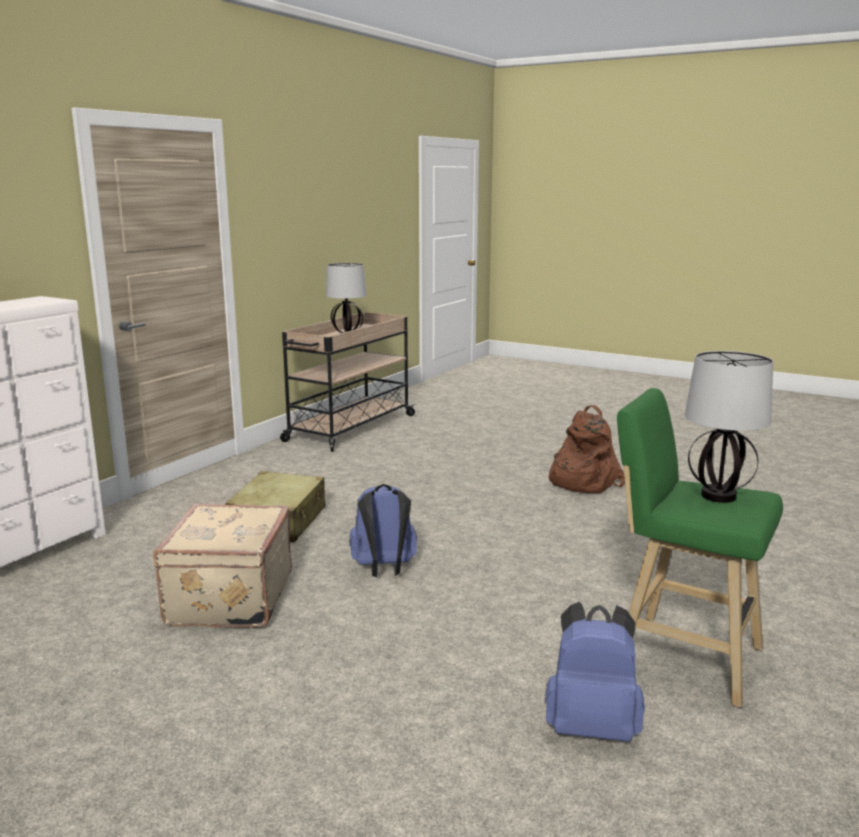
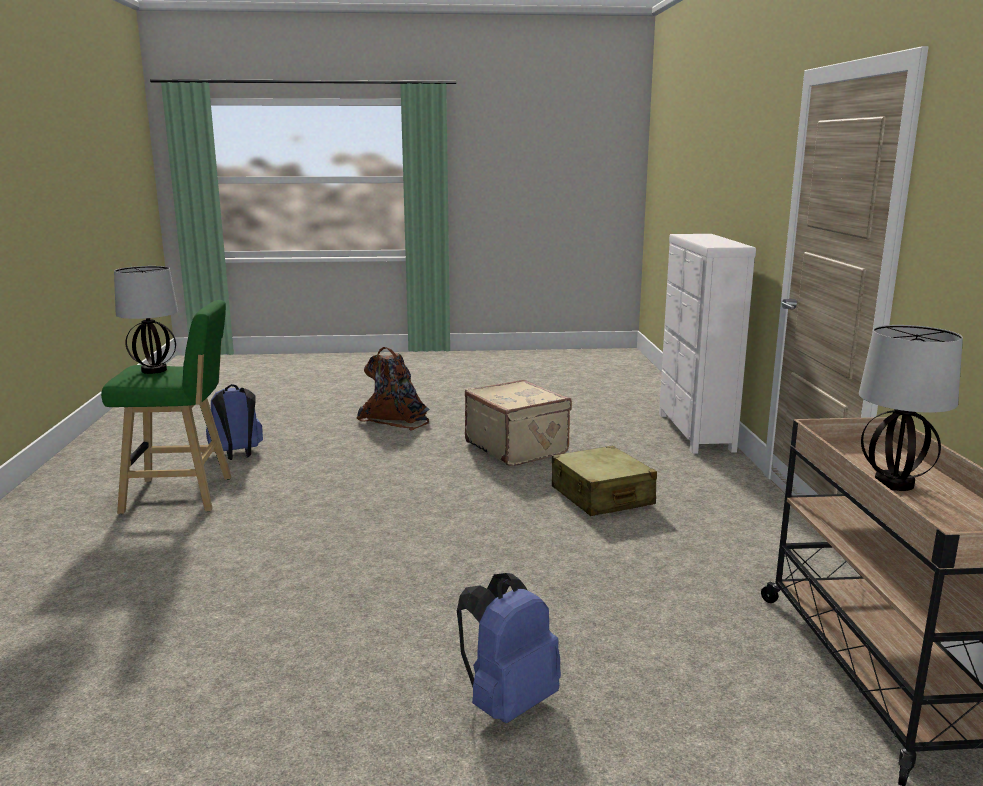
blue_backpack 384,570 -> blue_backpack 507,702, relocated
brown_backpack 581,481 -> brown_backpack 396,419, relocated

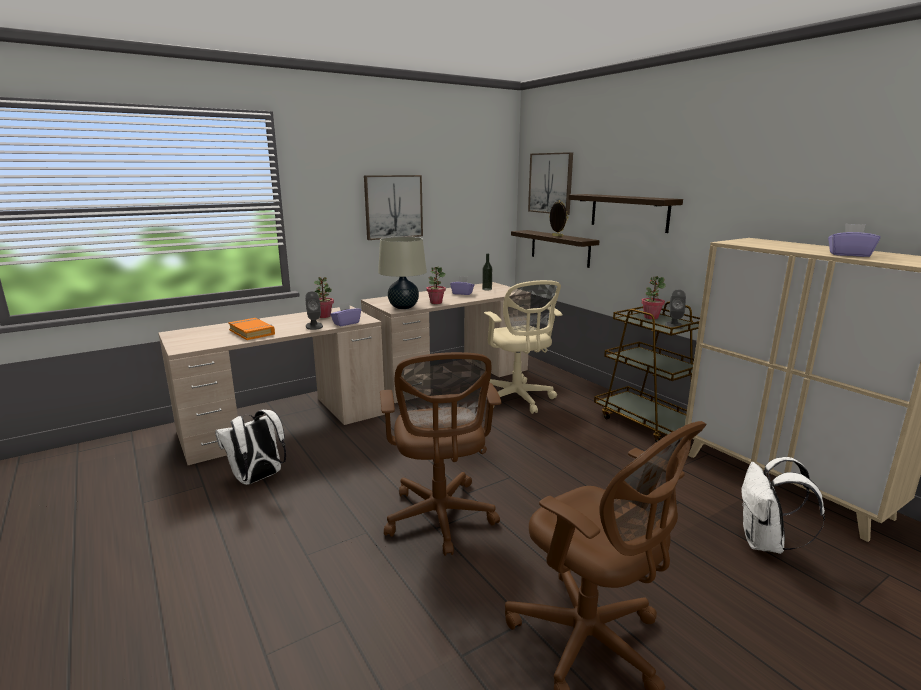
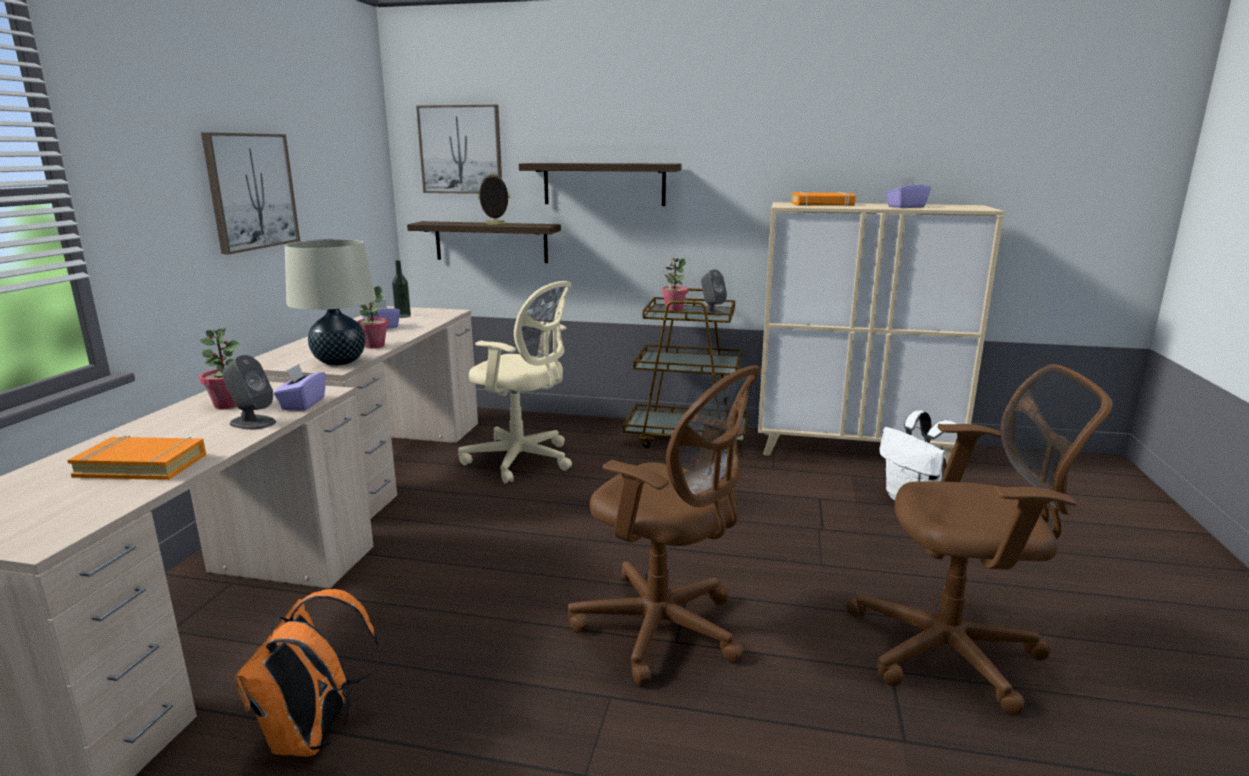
none -> orangey_bound_book 822,204
whitish_backpack 258,479 -> orangey_backpack 314,736

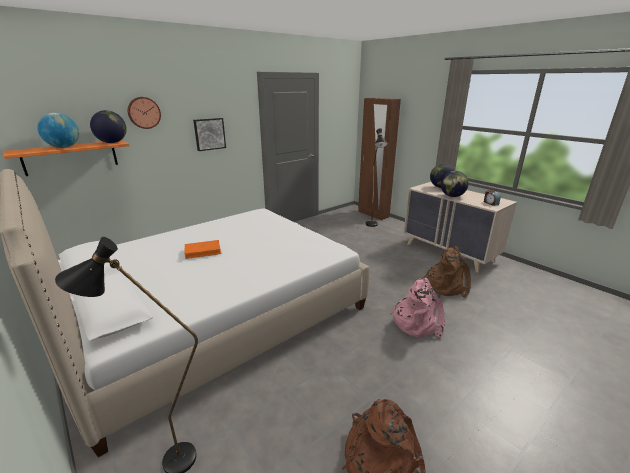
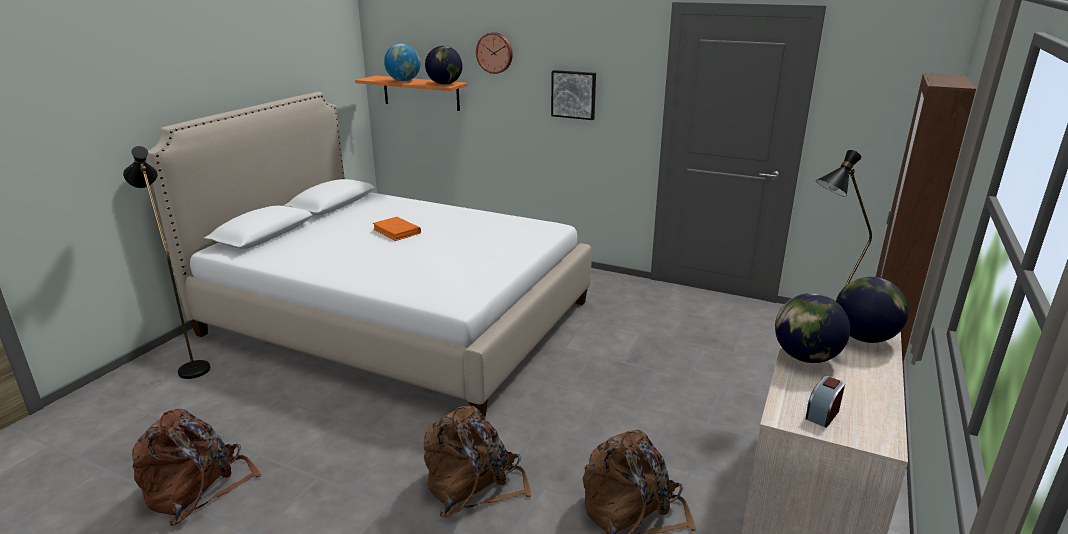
pinkish_backpack 416,322 -> brown_backpack 474,485

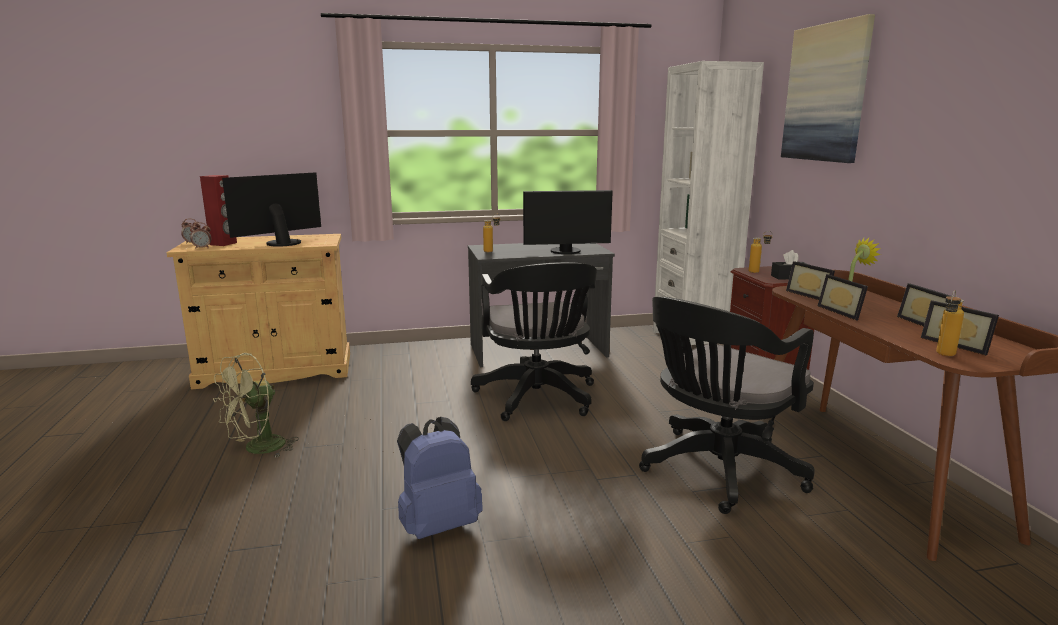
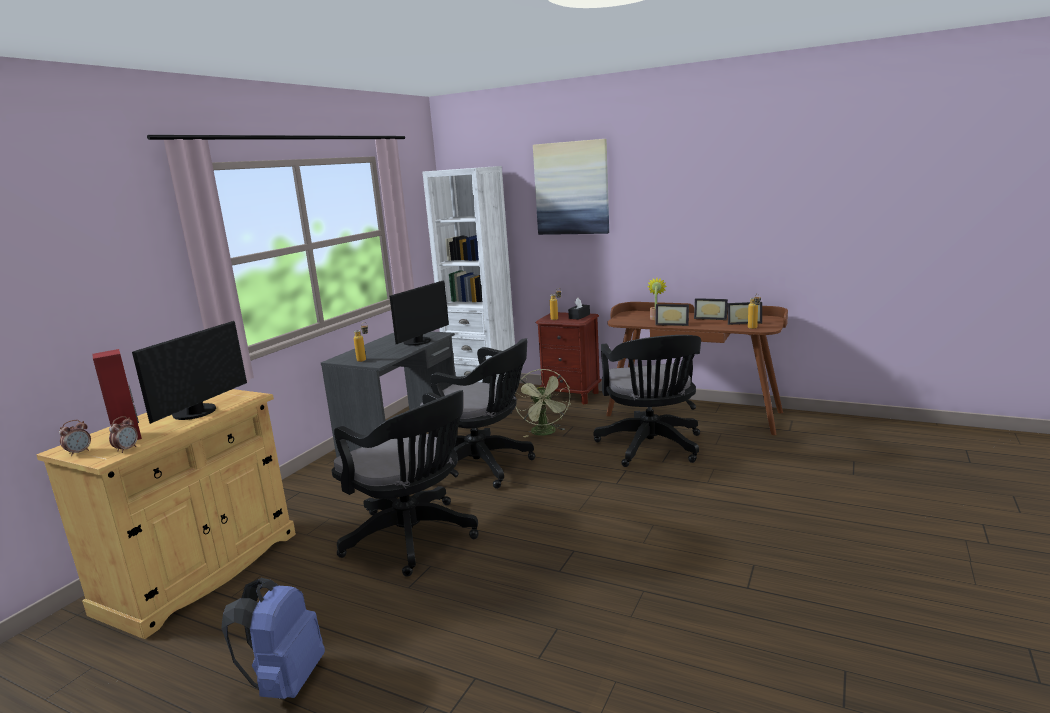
picture_frame 811,295 -> none
none -> black-coloured_office_chair 414,539
green-coloured_cooling_fan 257,449 -> green-coloured_cooling_fan 545,433, relocated
blue_backpack 438,525 -> blue_backpack 285,681, relocated
computer_screen 282,243 -> computer_screen 198,412, 150 degrees counterclockwise

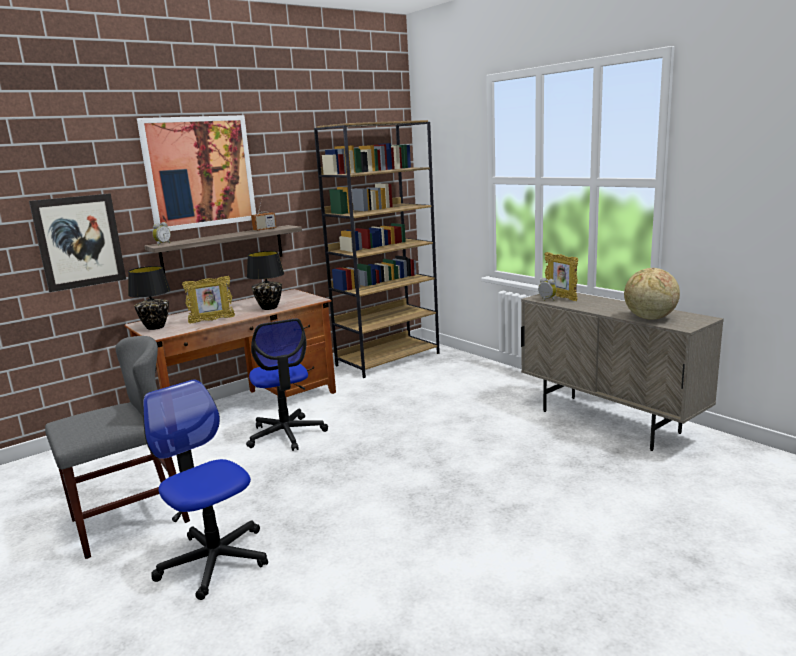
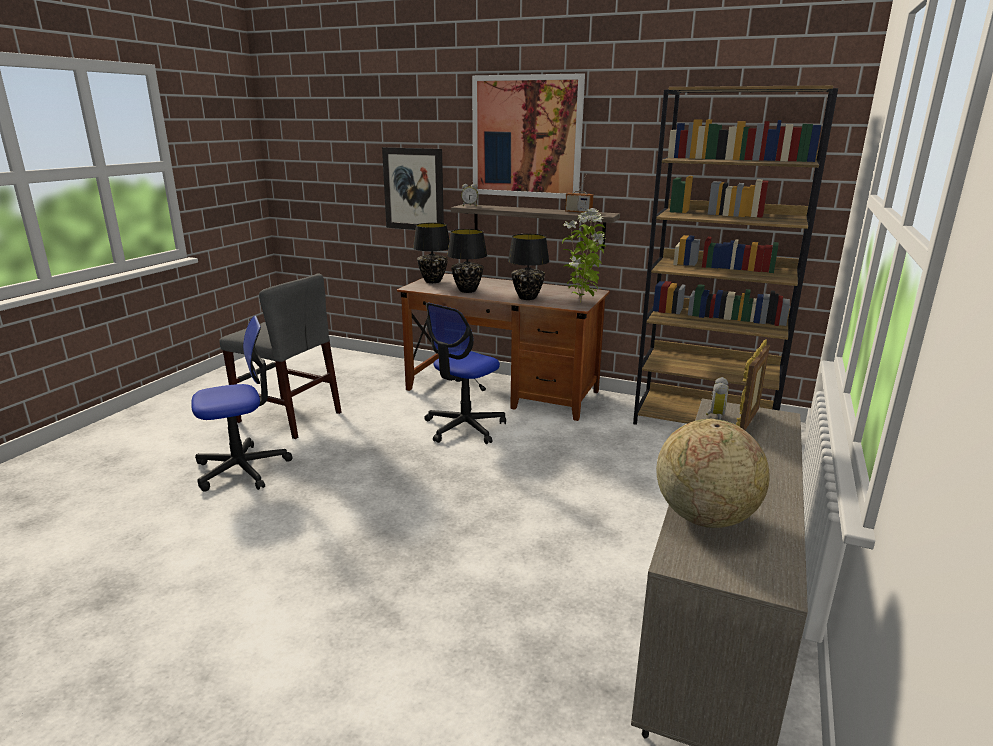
none -> houseplant 581,302
picture_frame 212,320 -> black-coloured_table_lamp 468,290
office_chair 214,560 -> office_chair 242,469, 45 degrees clockwise

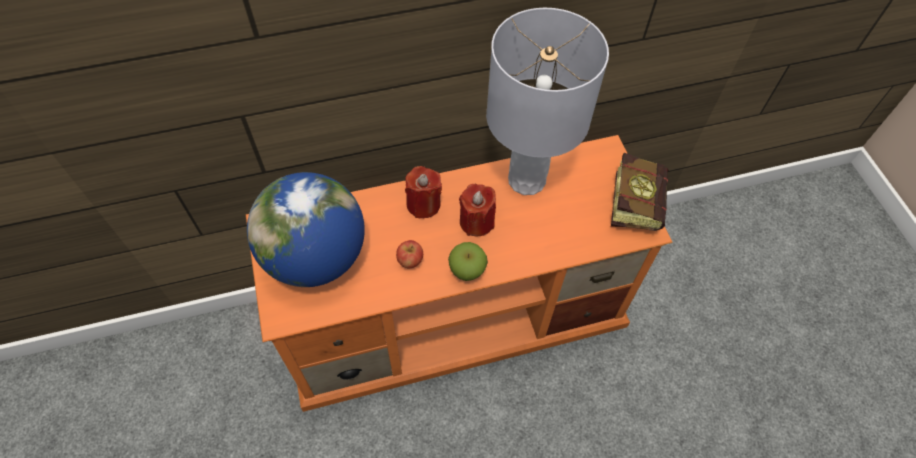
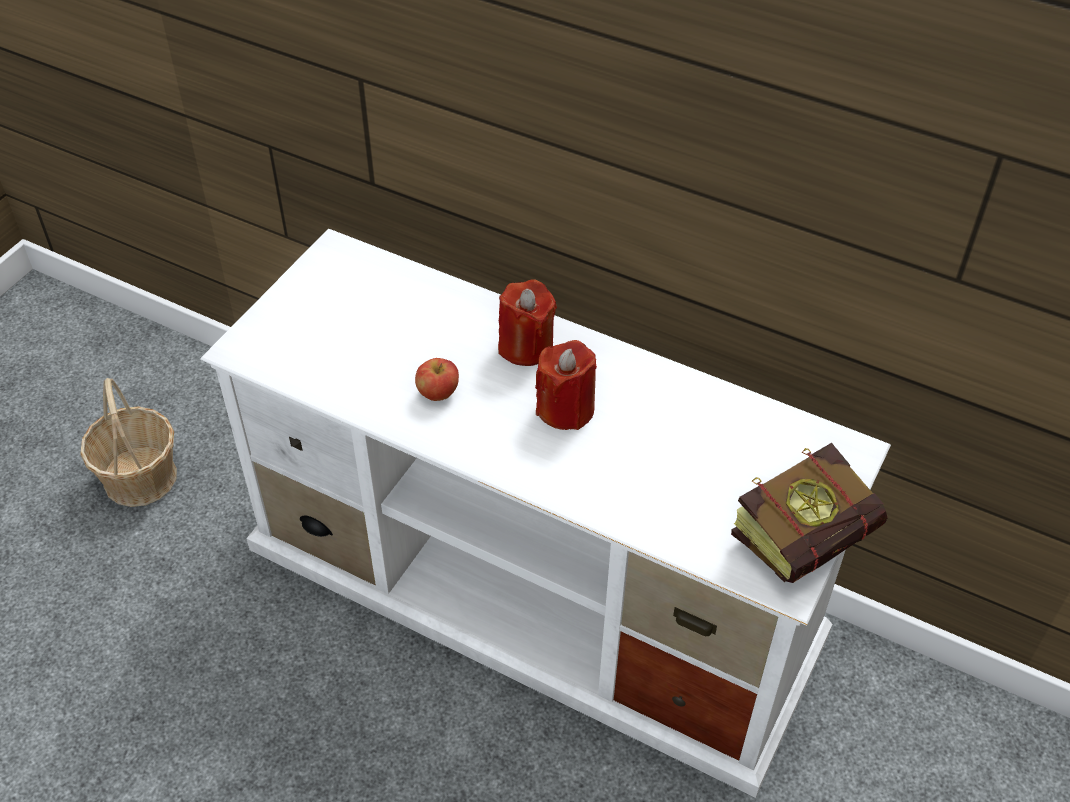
desk_globe 316,257 -> none
whole_apple 467,271 -> none
grey_table_lamp 526,179 -> none
none -> household_basket 140,477
orangey_media_console 457,314 -> whitish_media_console 537,590

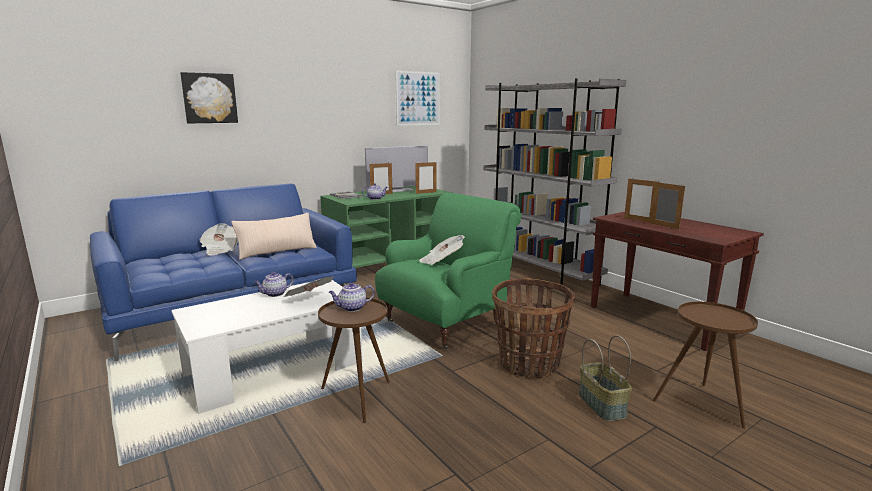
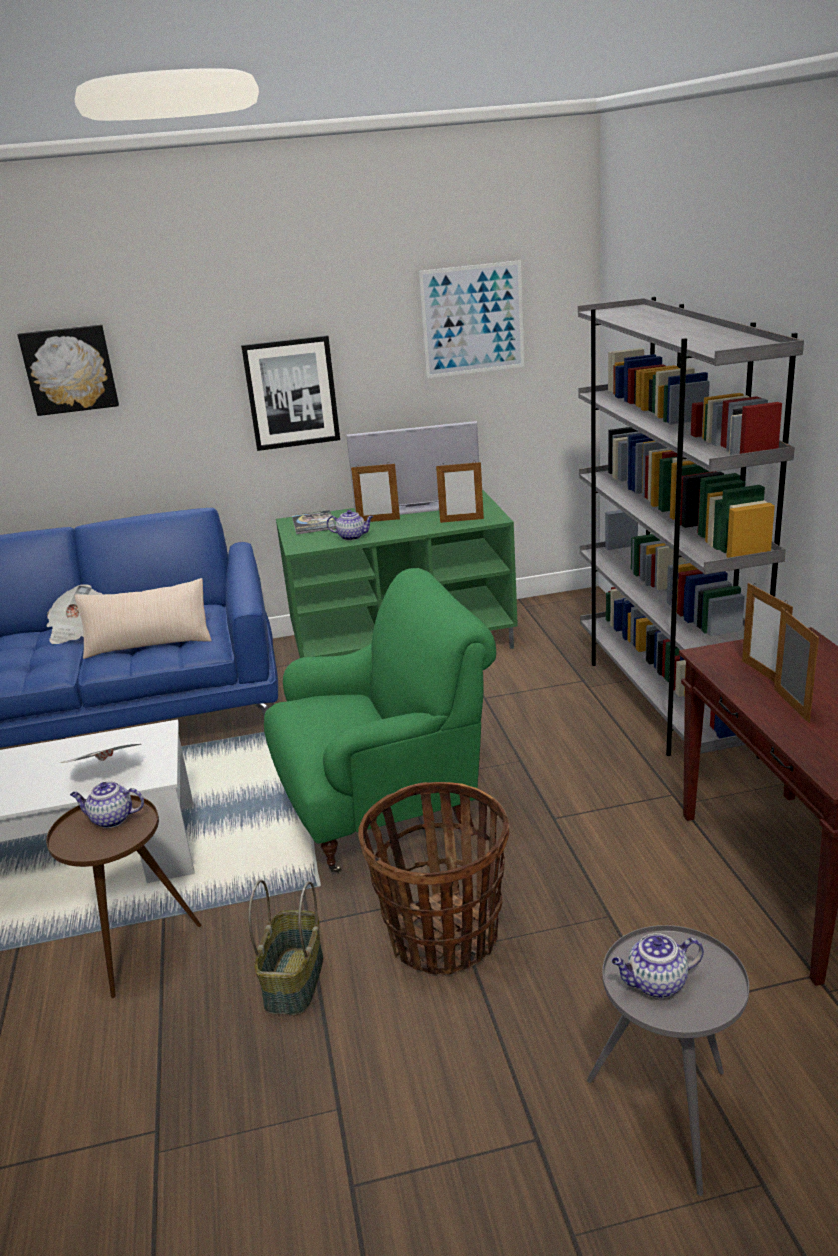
newspaper 441,261 -> none
none -> wall_art 291,393
tea_pot 274,294 -> tea_pot 656,984, relocated
household_basket 603,405 -> household_basket 295,982, relocated
brown_side_table 701,406 -> grey_side_table 667,1119

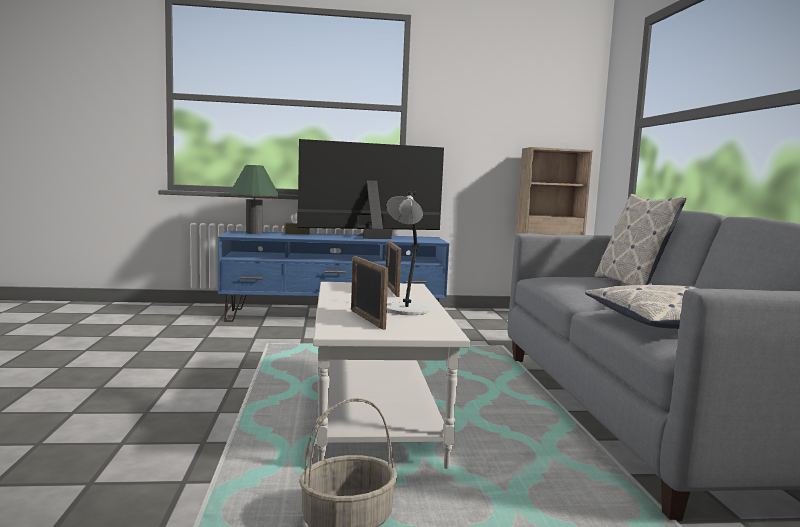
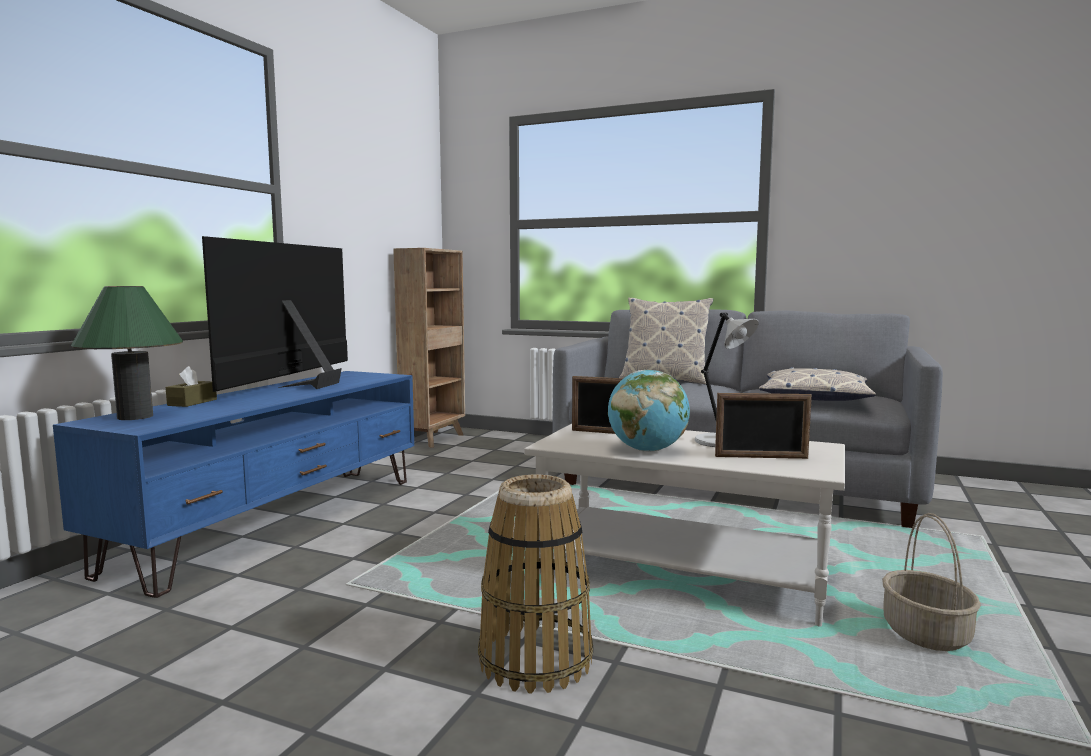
none -> household_basket 535,659
none -> desk_globe 647,450

